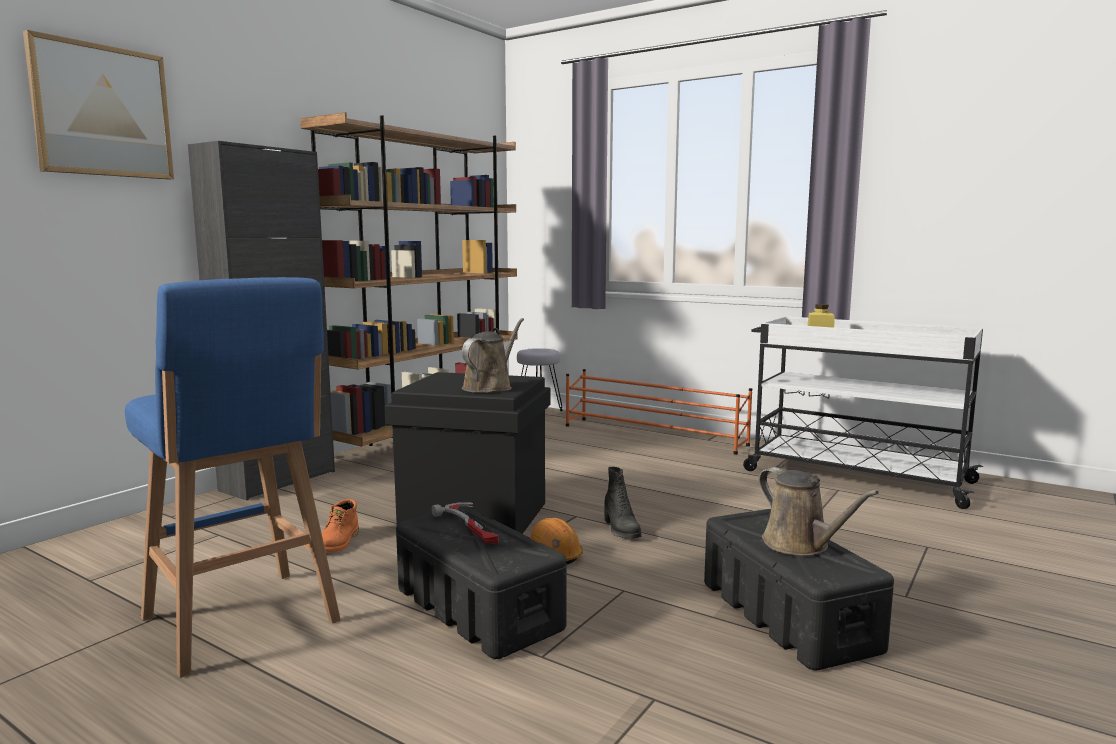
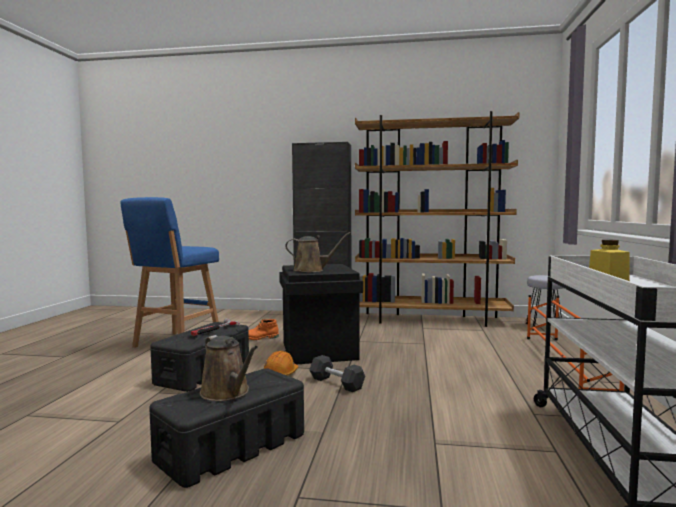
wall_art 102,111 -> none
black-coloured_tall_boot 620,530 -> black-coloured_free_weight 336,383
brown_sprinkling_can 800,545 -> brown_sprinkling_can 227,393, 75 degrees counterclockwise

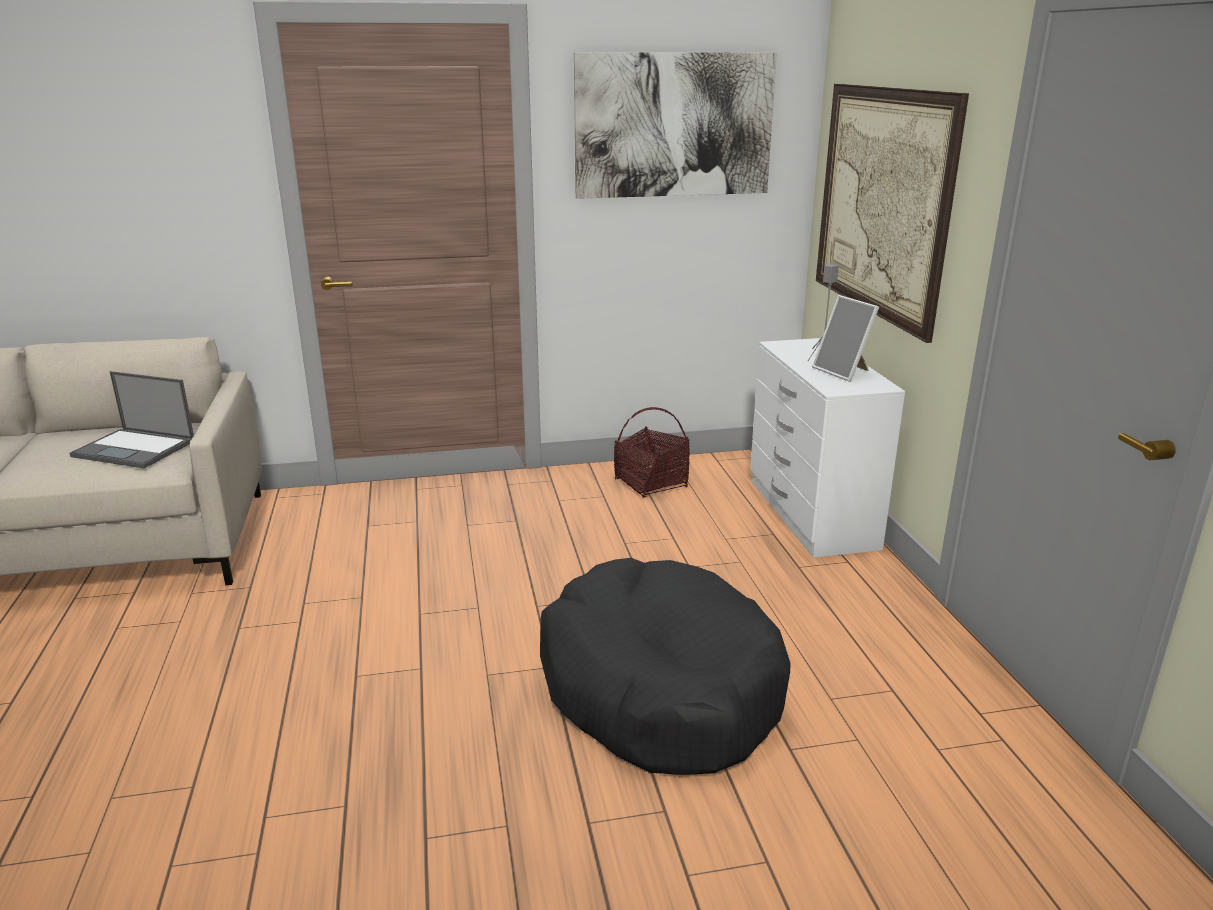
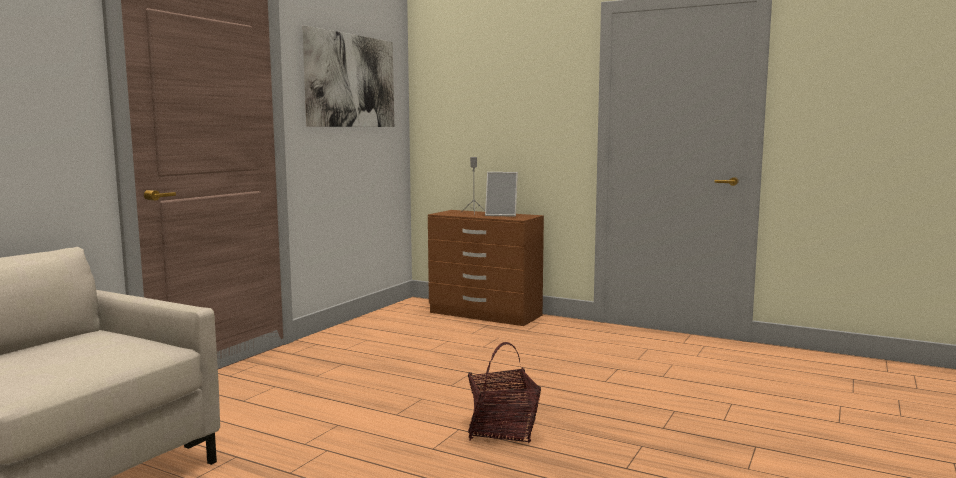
notebook_computer 135,449 -> none
black-coloured_dog_cushion 659,688 -> none
wall_art 881,203 -> none
household_basket 651,483 -> household_basket 503,430, relocated
whitish_dresser 810,514 -> brown_dresser 485,314

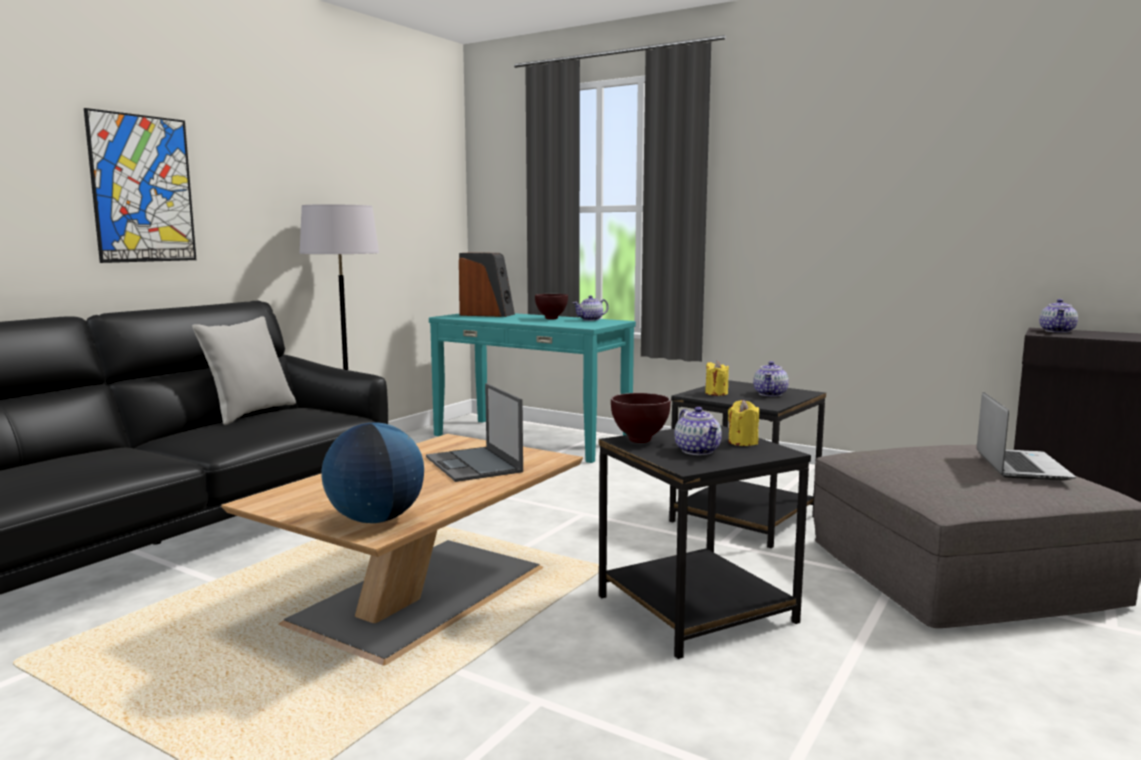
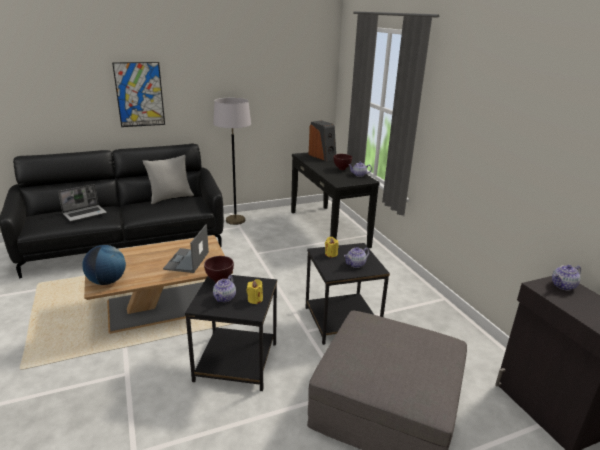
notebook_computer 1020,466 -> notebook_computer 85,214, relocated
turquoise_narrow_table 531,439 -> black-coloured_narrow_table 328,228

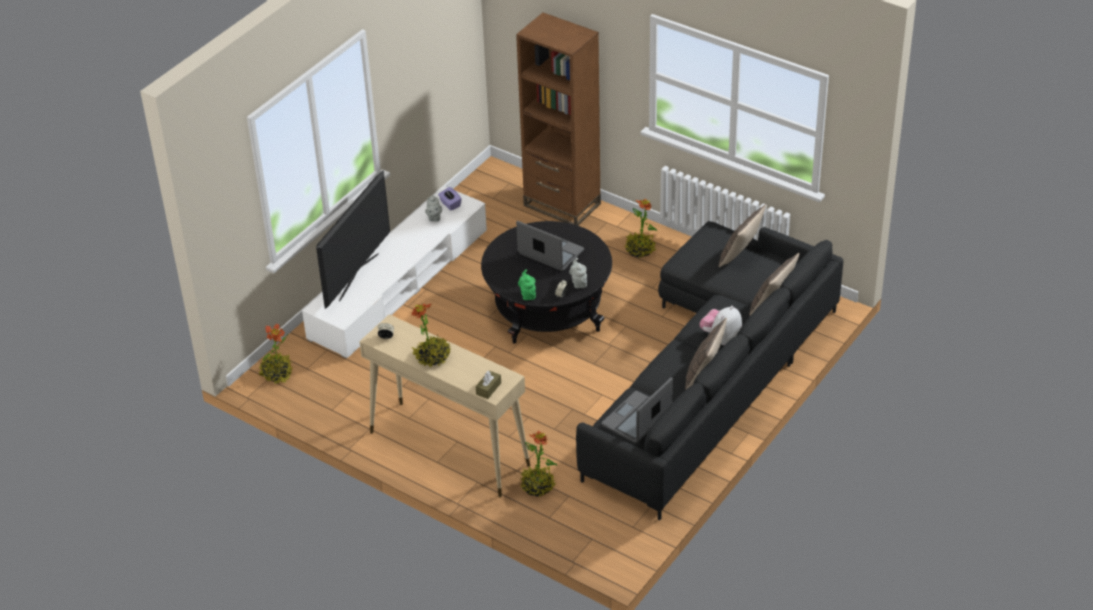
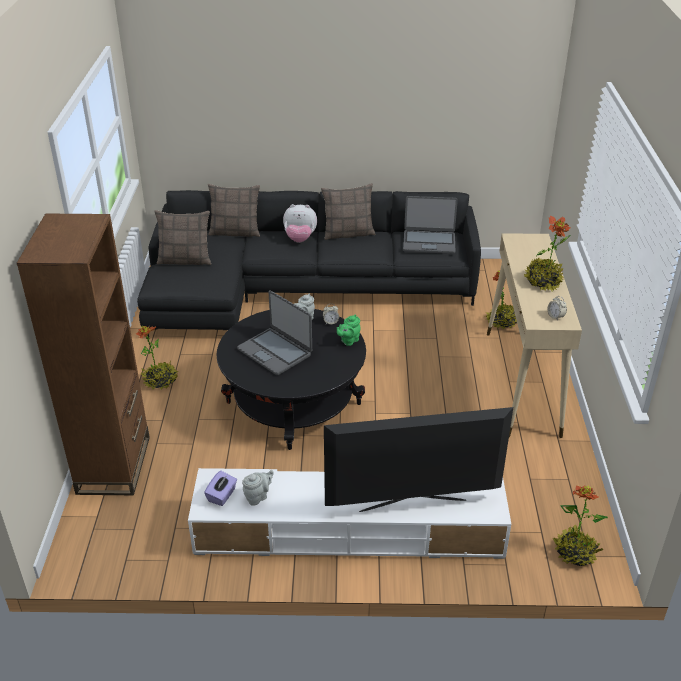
brown_box_of_tissues 488,388 -> none
notebook_computer 550,253 -> notebook_computer 275,352, 45 degrees counterclockwise

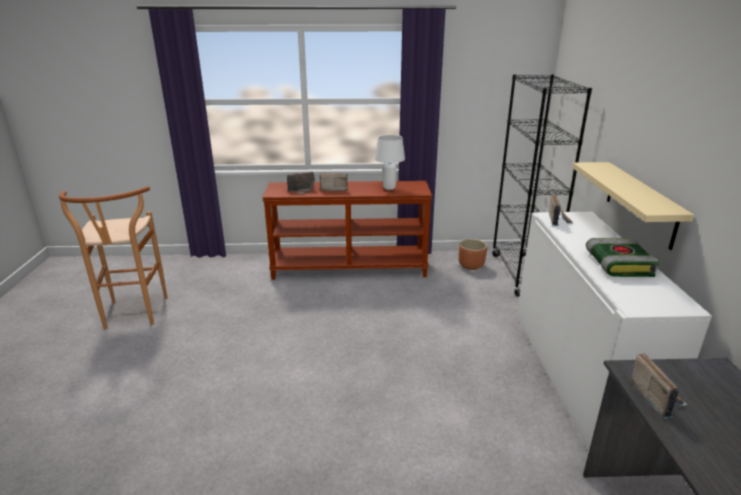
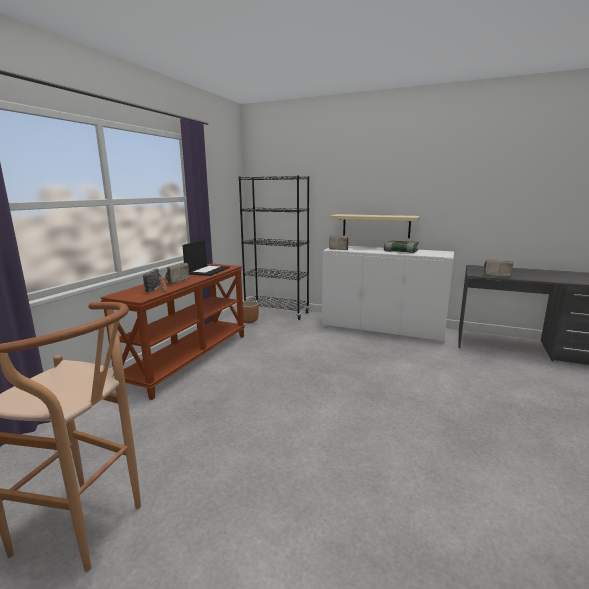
whitish_table_lamp 389,188 -> notebook_computer 207,270

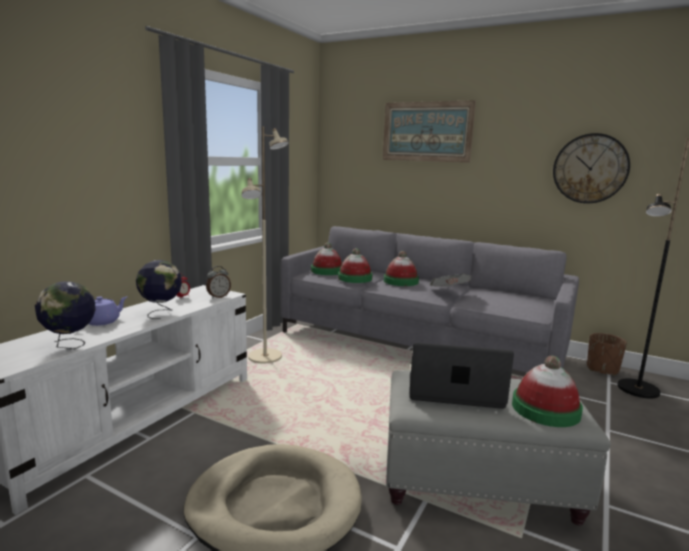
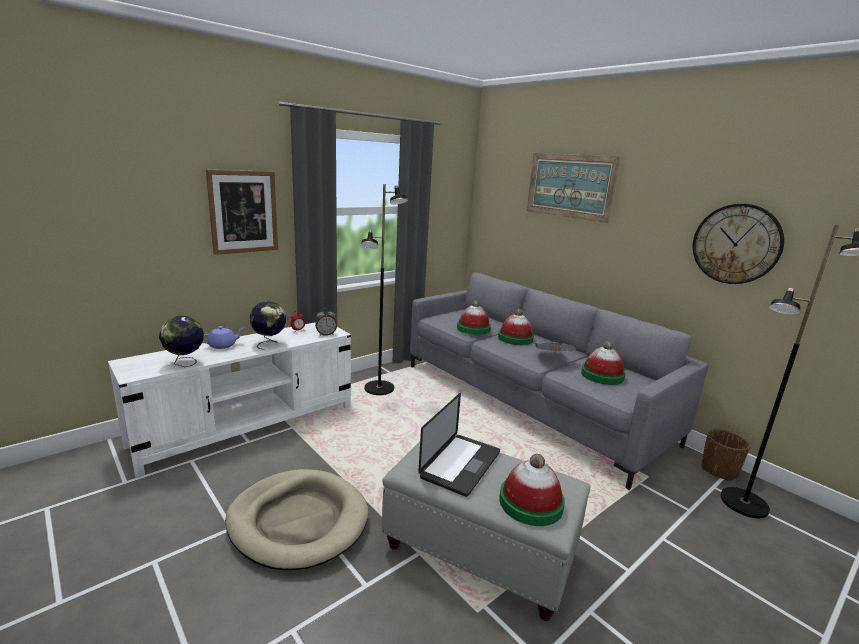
none -> wall_art 243,212
wearable_hat 327,271 -> wearable_hat 602,375, relocated
sand-coloured_standard_lamp 265,357 -> black-coloured_standard_lamp 379,389
notebook_computer 454,392 -> notebook_computer 460,465, 90 degrees clockwise

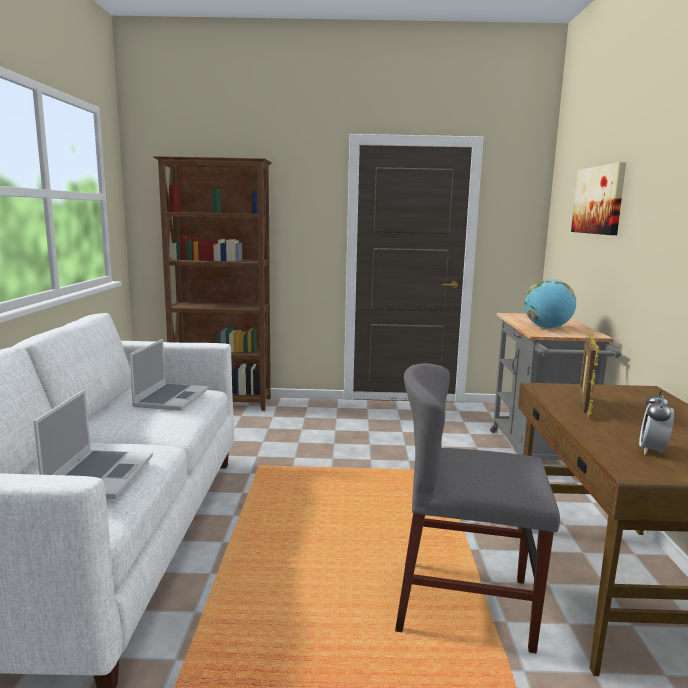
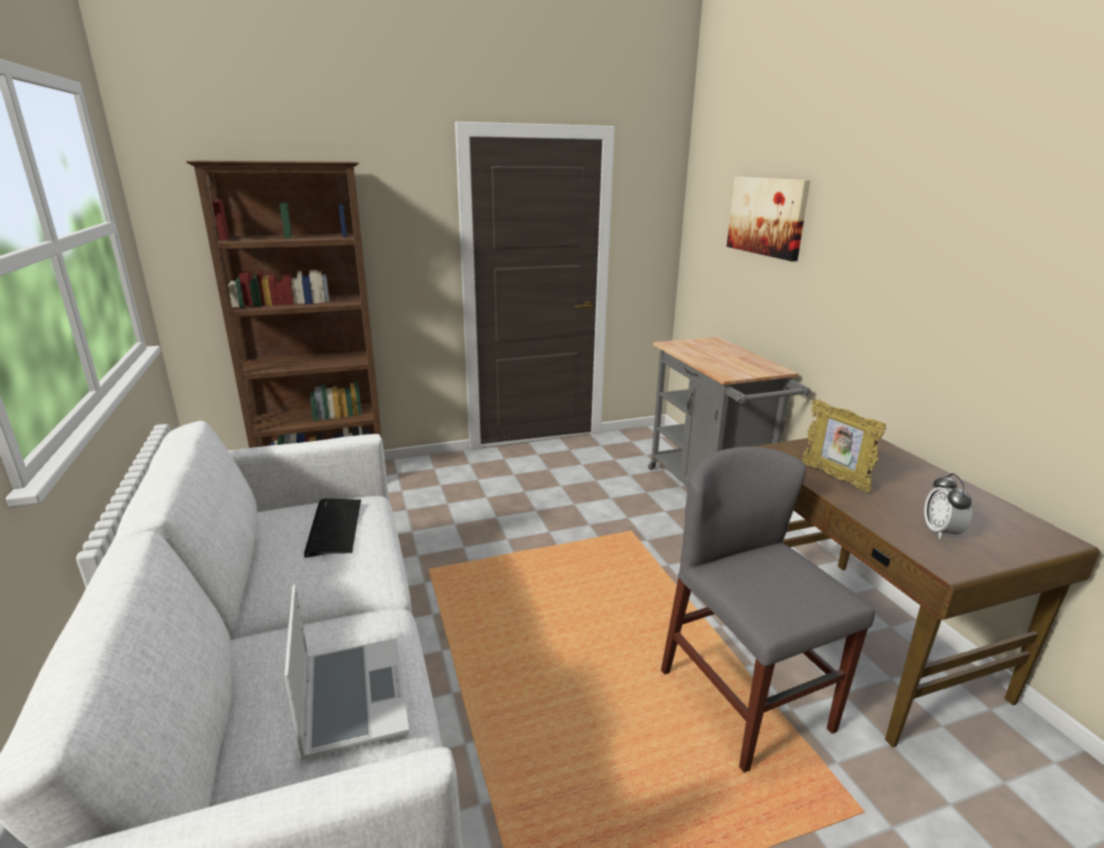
desk_globe 547,328 -> none
notebook_computer 171,398 -> PC_keyboard 334,527
grey_upright_chair 464,604 -> grey_upright_chair 745,700, 75 degrees clockwise
picture_frame 583,407 -> picture_frame 834,477, 150 degrees clockwise

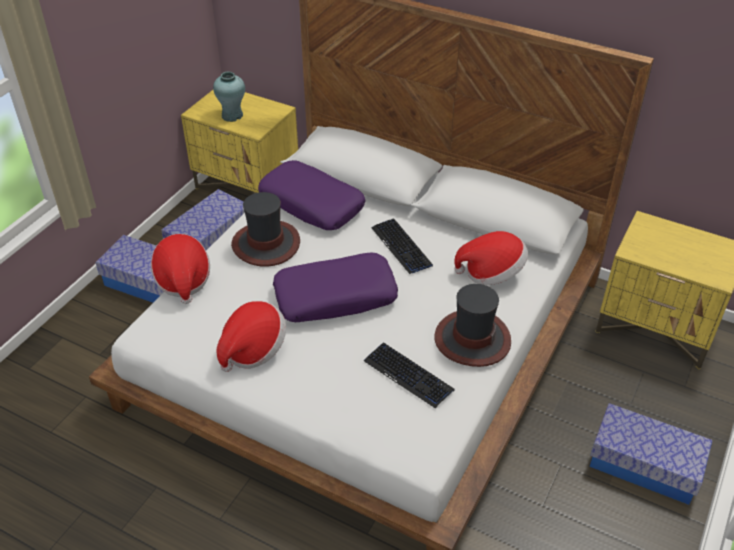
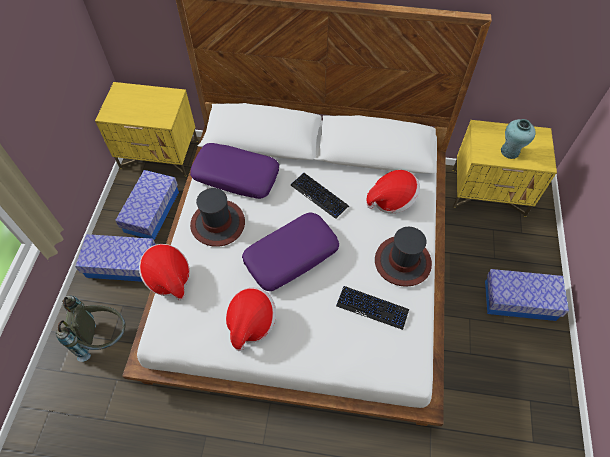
none -> grey_backpack 104,338
turquoise_decorative_vase 232,115 -> turquoise_decorative_vase 510,151, relocated

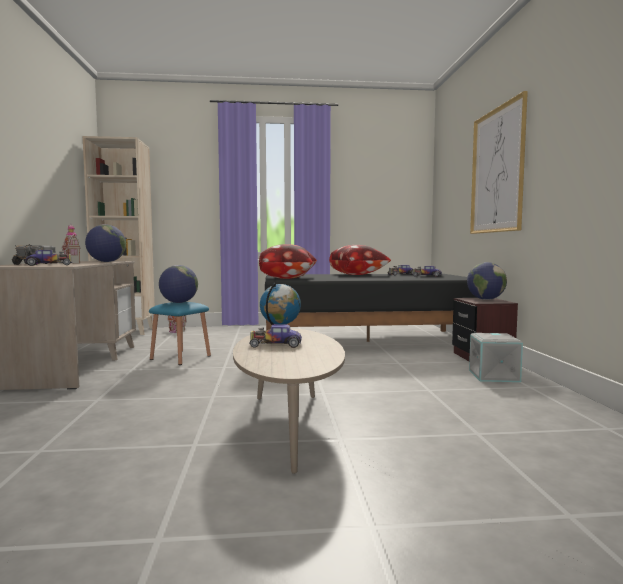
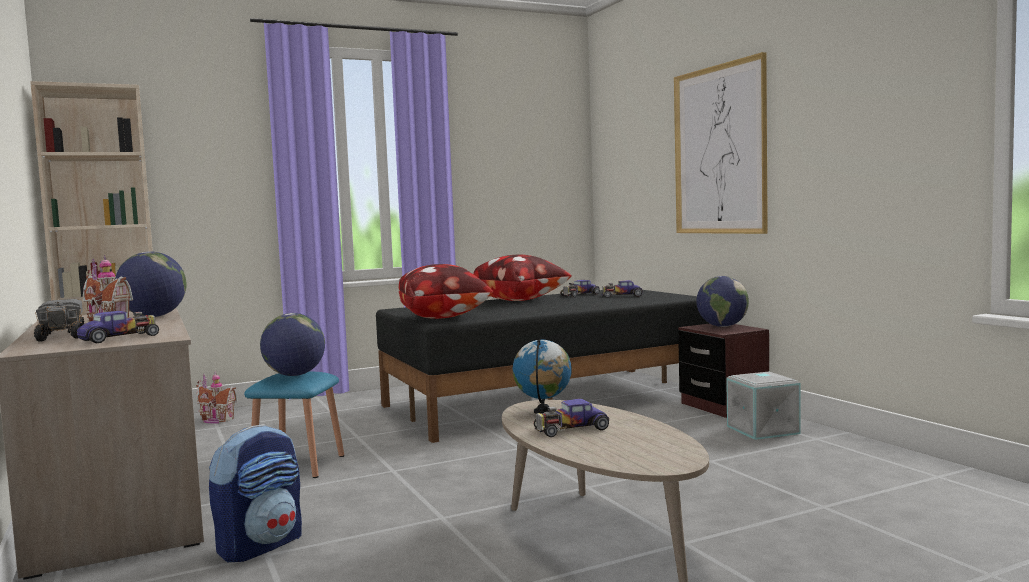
none -> backpack 261,545

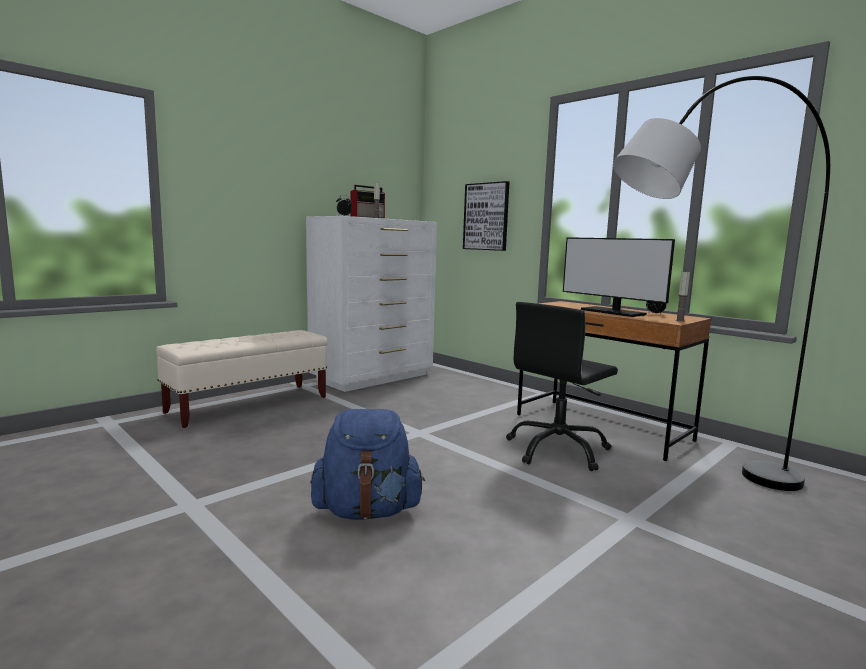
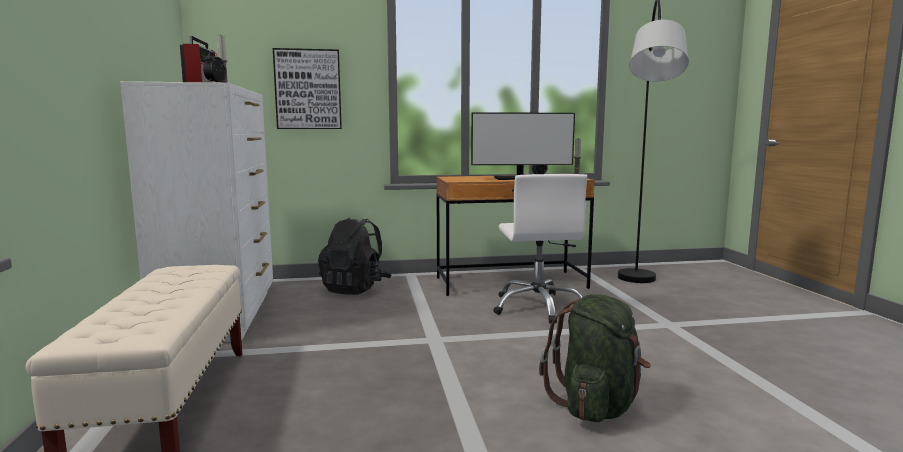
none -> black-coloured_backpack 355,288
blue_backpack 367,511 -> green-coloured_backpack 596,406
black-coloured_office_chair 558,450 -> whitish_office_chair 538,307

